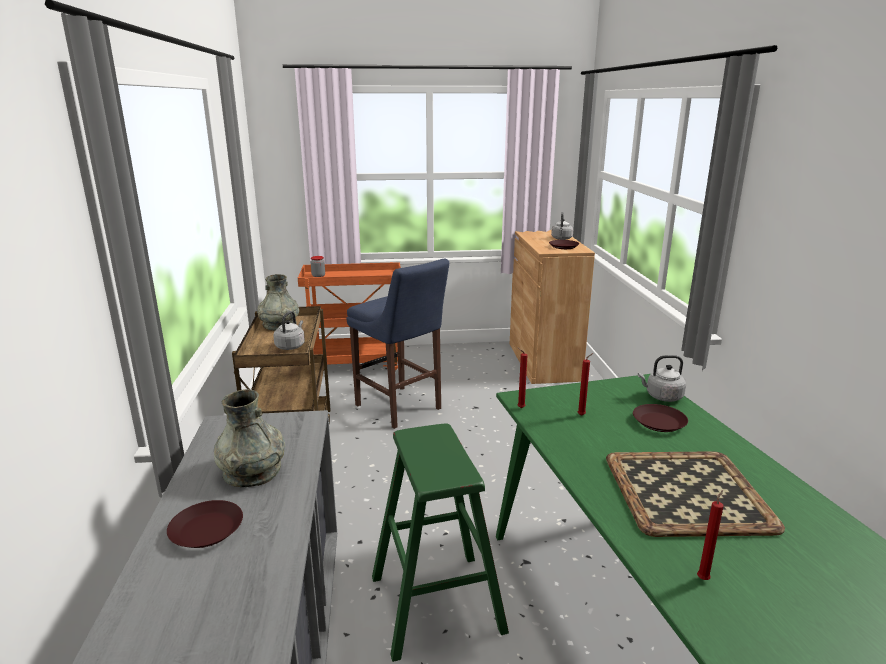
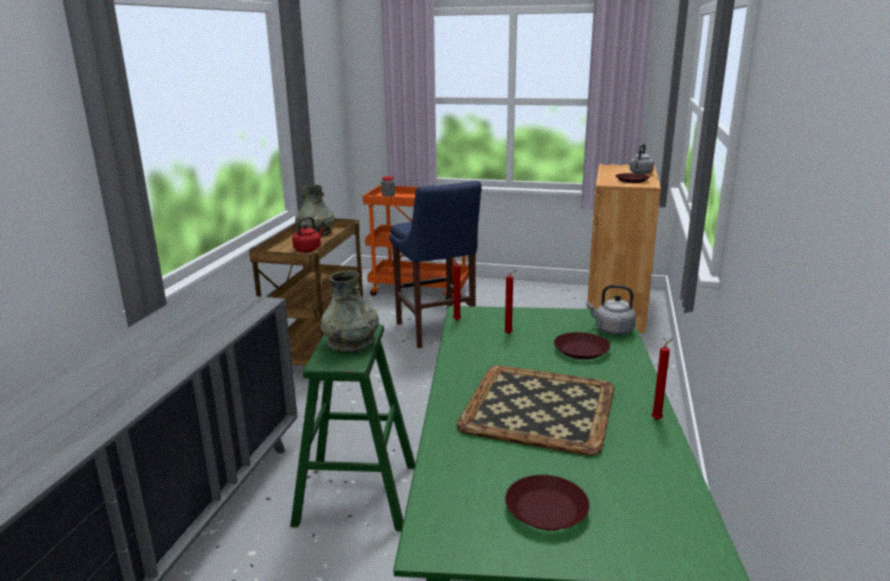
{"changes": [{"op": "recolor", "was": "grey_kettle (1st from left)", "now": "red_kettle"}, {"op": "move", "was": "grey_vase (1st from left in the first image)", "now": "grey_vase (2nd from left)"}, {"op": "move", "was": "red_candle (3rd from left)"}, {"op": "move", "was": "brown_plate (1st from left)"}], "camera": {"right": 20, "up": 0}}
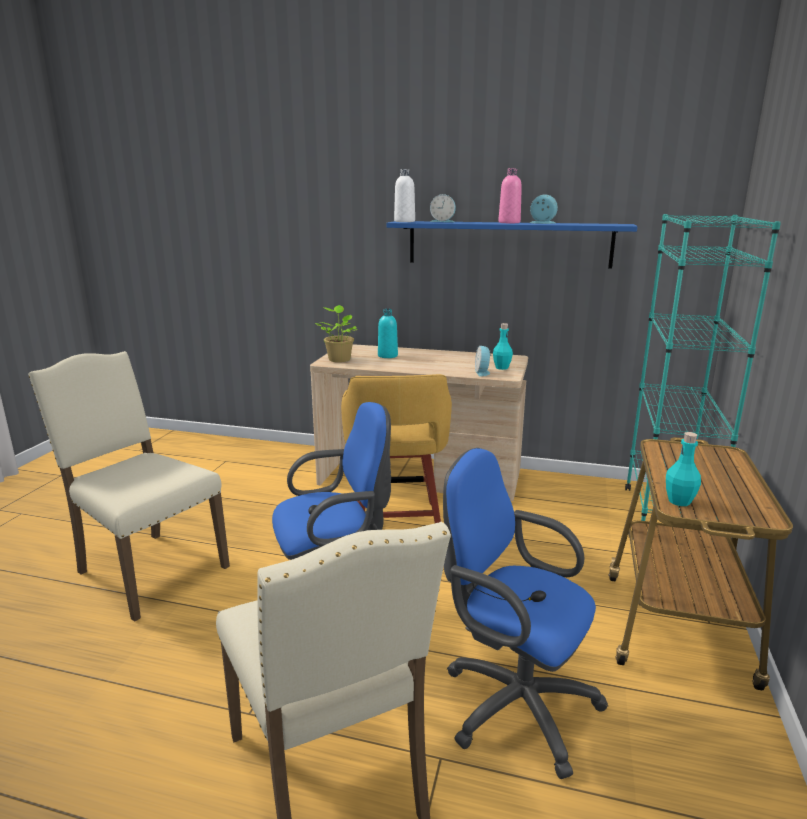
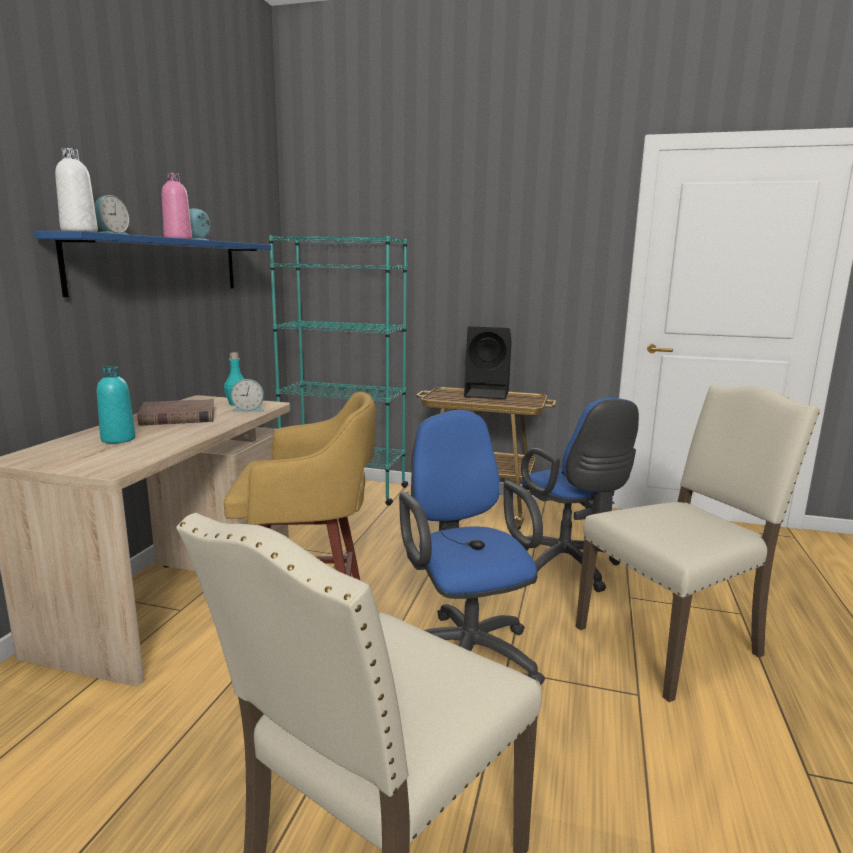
{"changes": [{"op": "delete", "was": "potted_plant"}, {"op": "delete", "was": "turquoise_bottle (3rd from left)"}, {"op": "rotate", "was": "blue_office_chair (2nd from left)", "clockwise": -60}, {"op": "insert", "now": "black_speaker"}, {"op": "insert", "now": "brown_book"}], "camera": {"right": -90, "up": -5}}
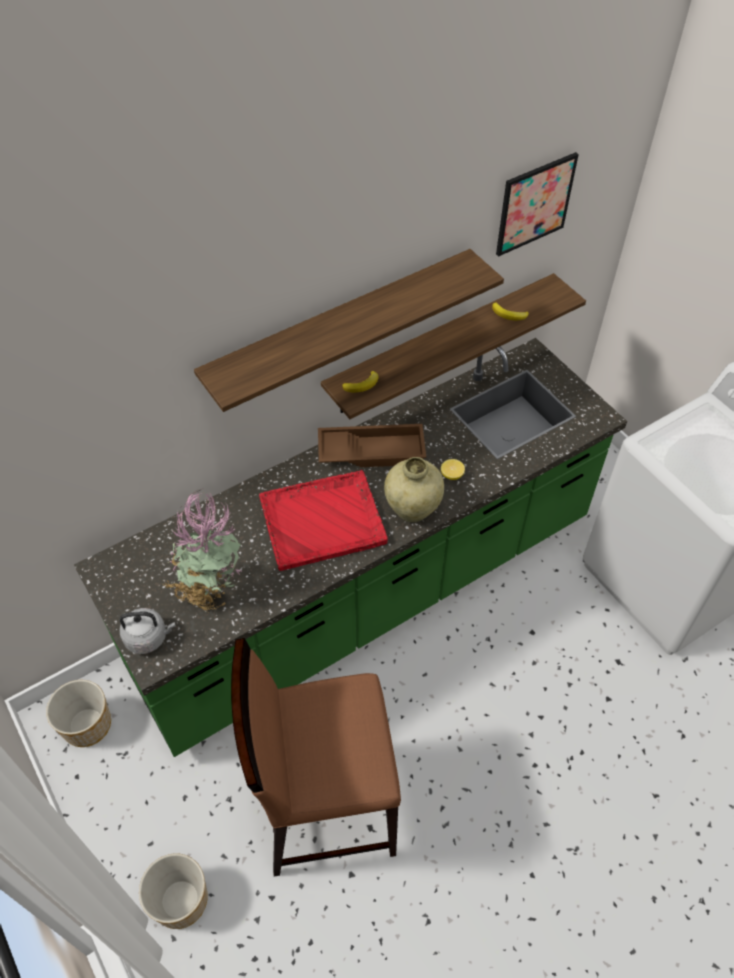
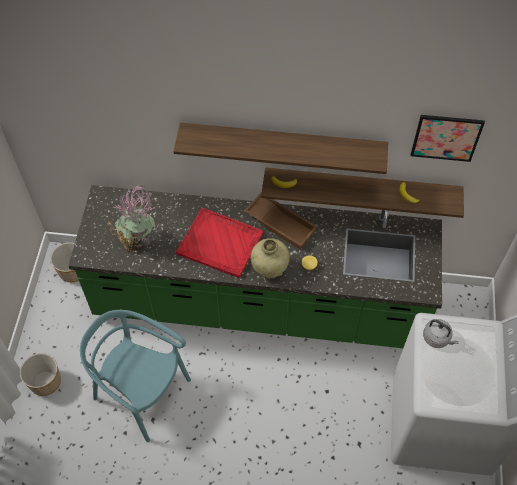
{"changes": [{"op": "move", "was": "grey_kettle"}, {"op": "replace", "was": "brown_stool", "now": "turquoise_chair"}], "camera": {"right": 40, "up": 5}}
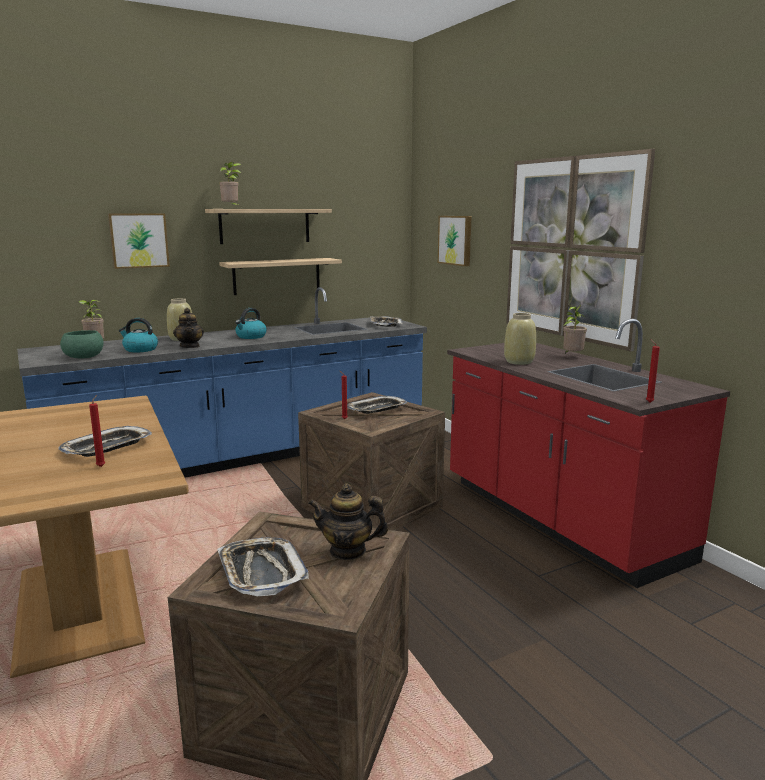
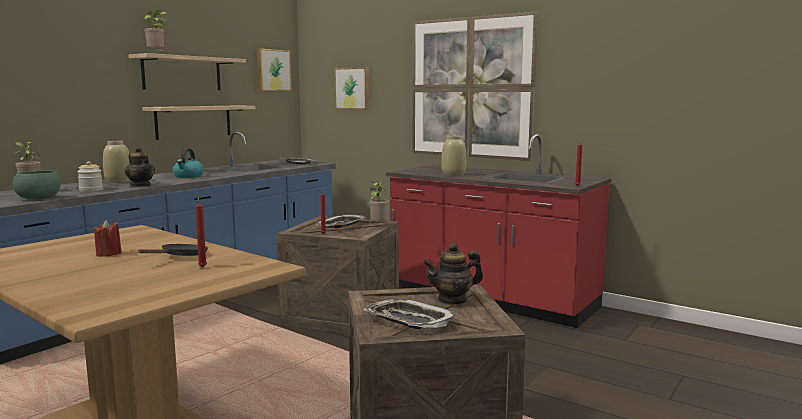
{"changes": [{"op": "move", "was": "picture (1st from left)"}, {"op": "move", "was": "potted_plant (3rd from left)"}, {"op": "replace", "was": "kettle (1st from left)", "now": "jar"}, {"op": "replace", "was": "tray (1st from left)", "now": "black_frying_pan"}, {"op": "insert", "now": "red_candle (1st from left)"}], "camera": {"right": -25, "up": -5}}
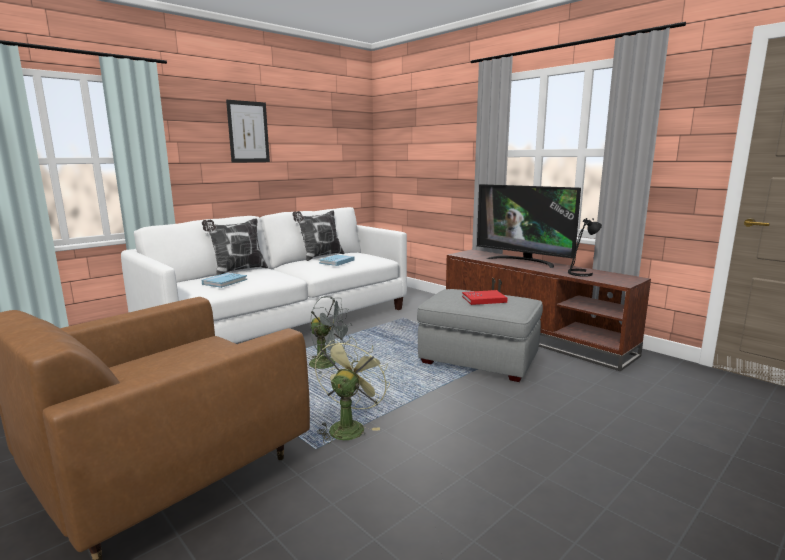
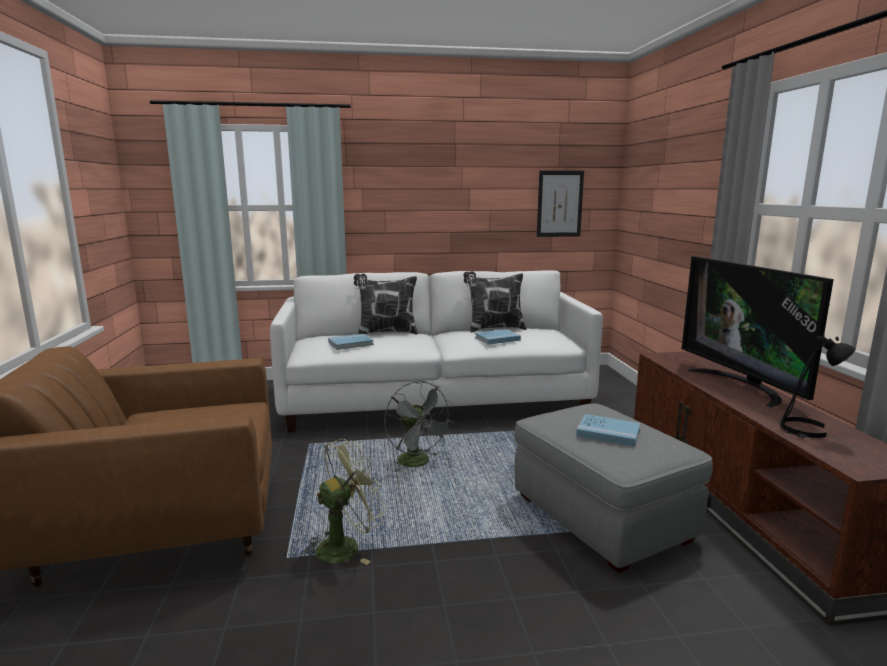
{"changes": [{"op": "move", "was": "picture"}, {"op": "recolor", "was": "red_book", "now": "blue_book (3rd from left)"}], "camera": {"right": 35, "up": 0}}
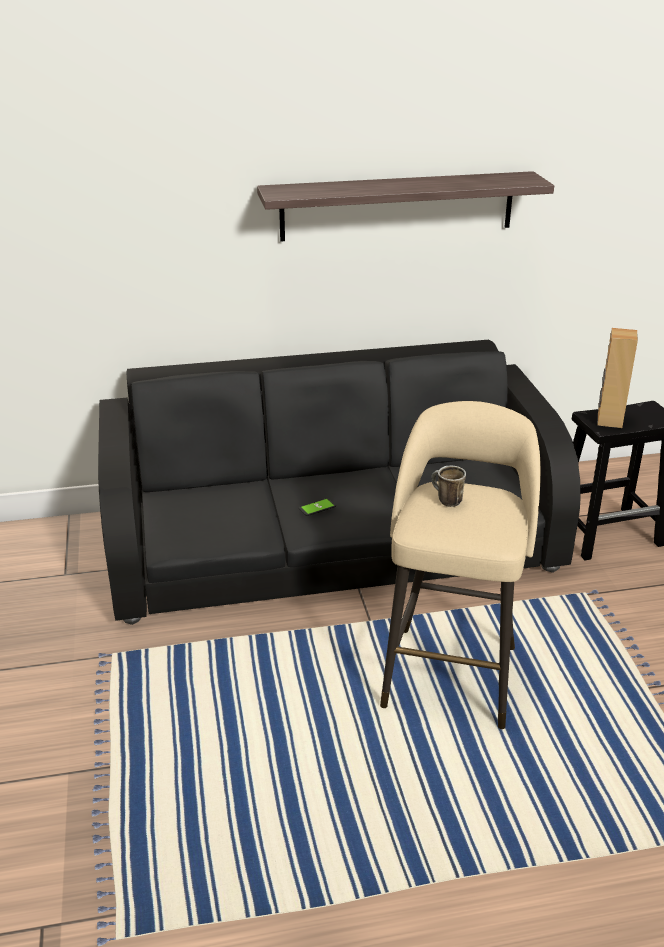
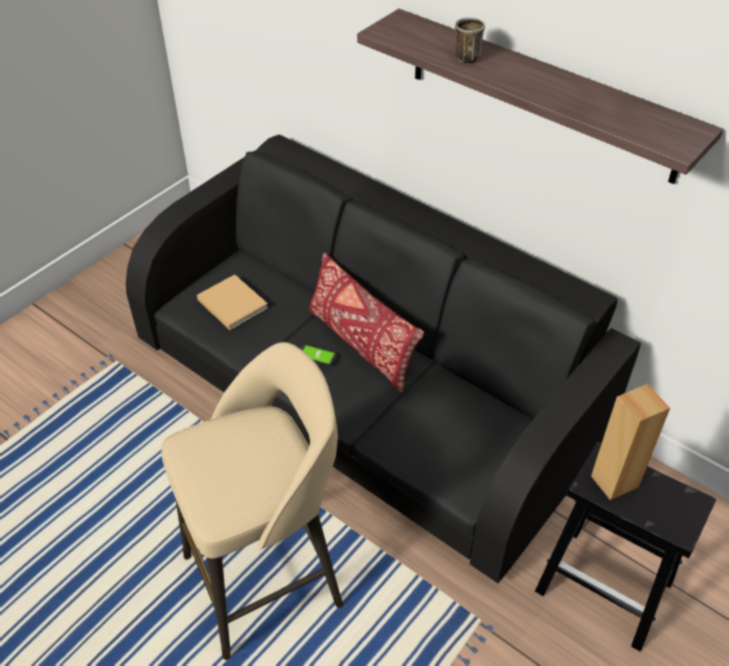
{"changes": [{"op": "move", "was": "mug"}, {"op": "insert", "now": "red_pillow"}, {"op": "insert", "now": "beige_book"}], "camera": {"right": 50, "up": 15}}
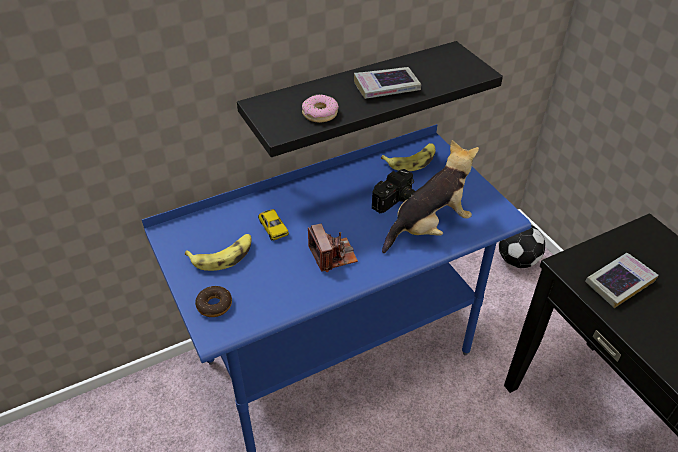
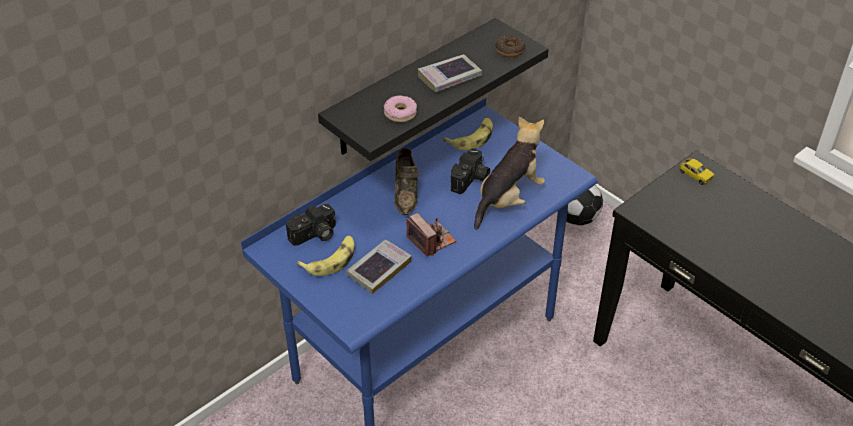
{"changes": [{"op": "move", "was": "toy_car"}, {"op": "move", "was": "book (2nd from left in the first image)", "now": "book (1st from left)"}, {"op": "move", "was": "donut (1st from left in the first image)", "now": "donut (2nd from left)"}, {"op": "insert", "now": "brown_shoe"}, {"op": "insert", "now": "photo_camera (1st from left)"}], "camera": {"right": -15, "up": 0}}
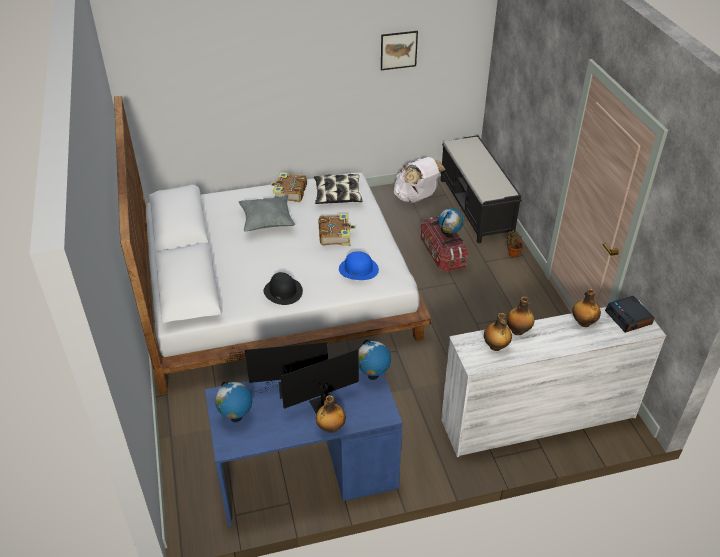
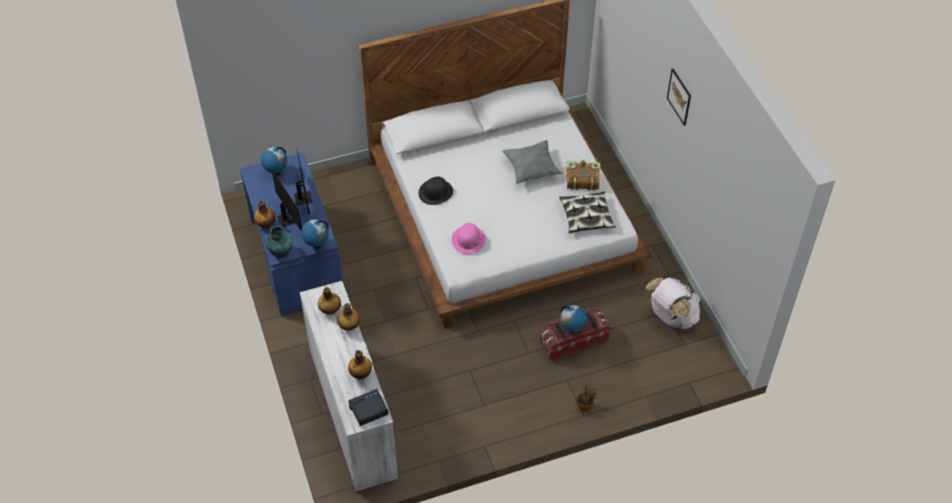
{"changes": [{"op": "move", "was": "picture"}, {"op": "delete", "was": "black_bench"}, {"op": "delete", "was": "book (2nd from left)"}, {"op": "recolor", "was": "blue_hat", "now": "pink_hat"}, {"op": "insert", "now": "vase"}], "camera": {"right": 85, "up": 10}}
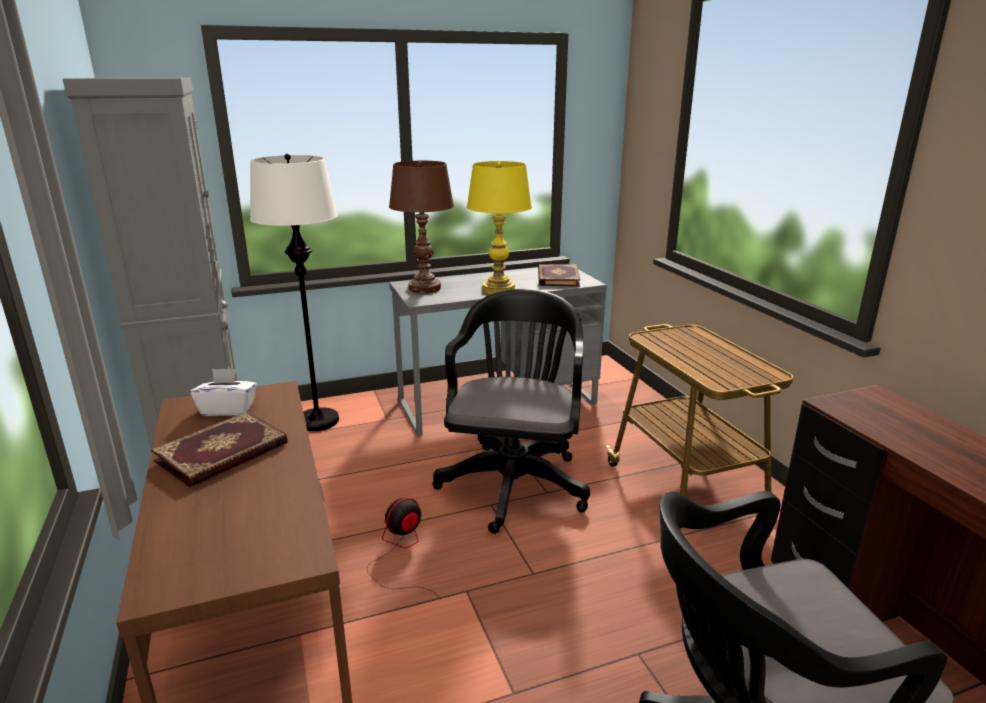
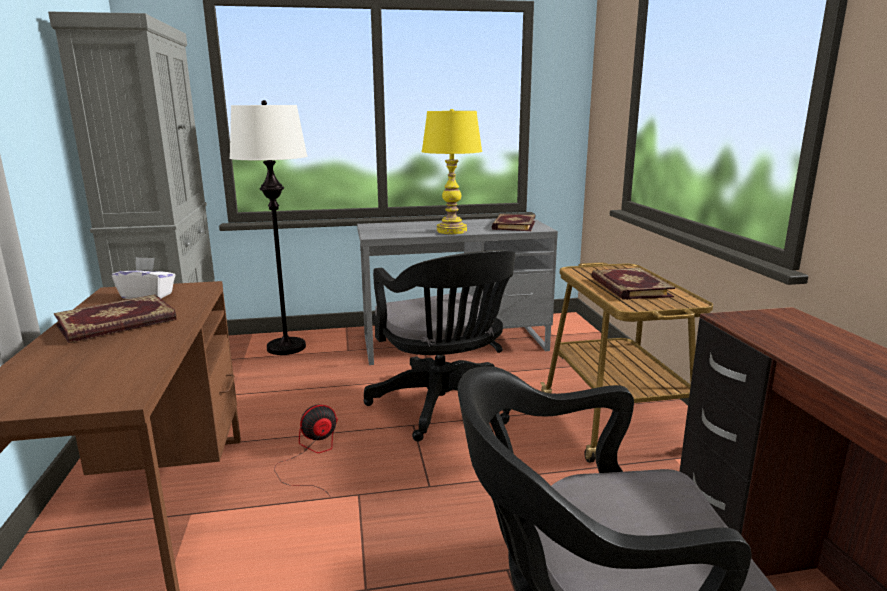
{"changes": [{"op": "delete", "was": "brown_table_lamp"}, {"op": "rotate", "was": "black_office_chair (1st from left)", "clockwise": 135}, {"op": "insert", "now": "book (3rd from left)"}], "camera": {"right": 10, "up": -5}}
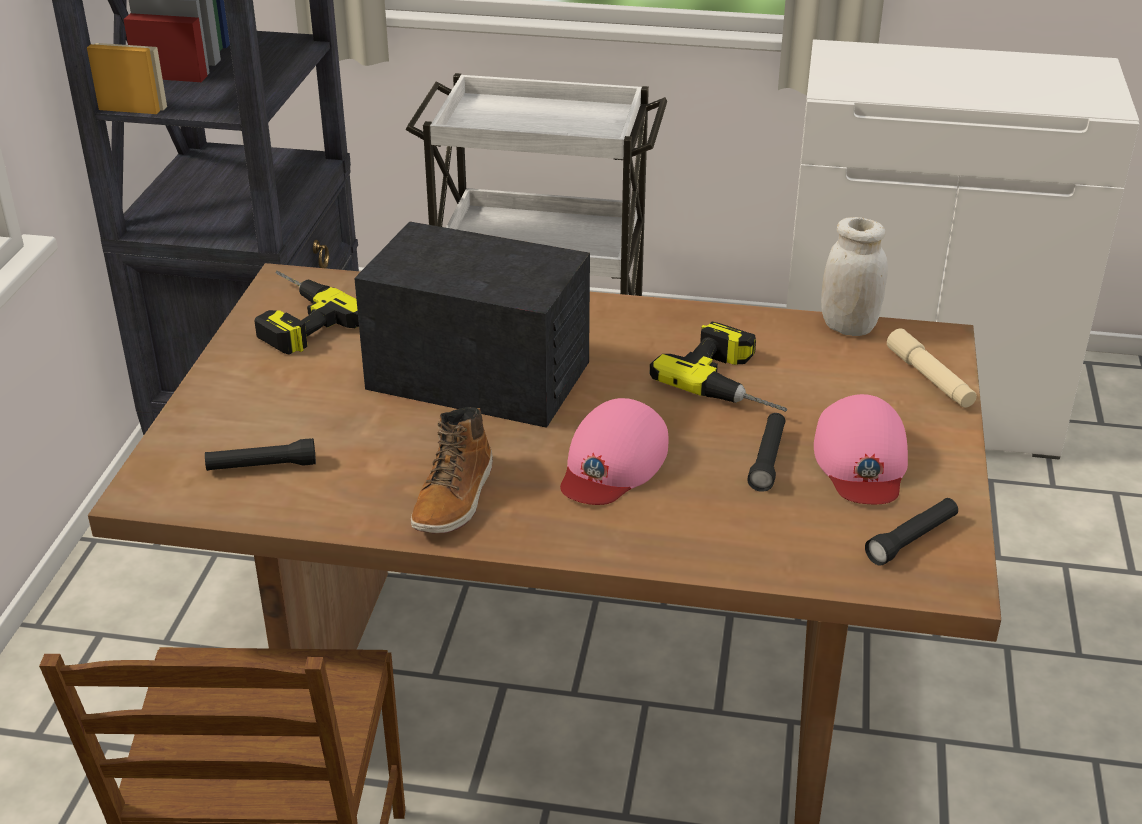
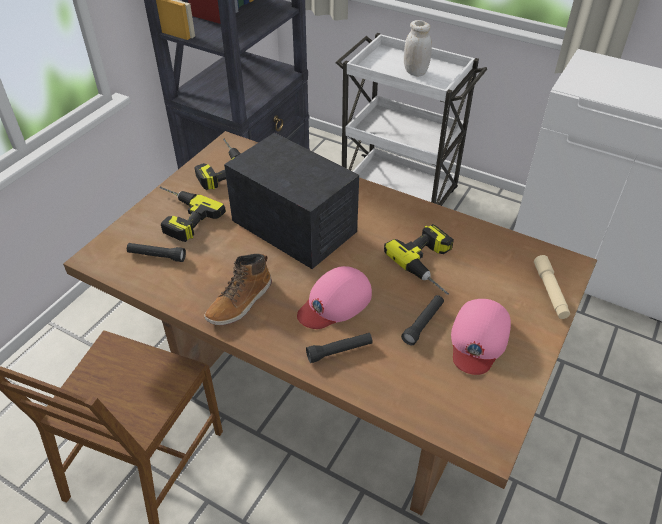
{"changes": [{"op": "move", "was": "white_jar"}, {"op": "move", "was": "black_flashlight (3rd from left in the first image)", "now": "black_flashlight (2nd from left)"}, {"op": "insert", "now": "power_drill (1st from left)"}], "camera": {"right": 20, "up": 10}}
